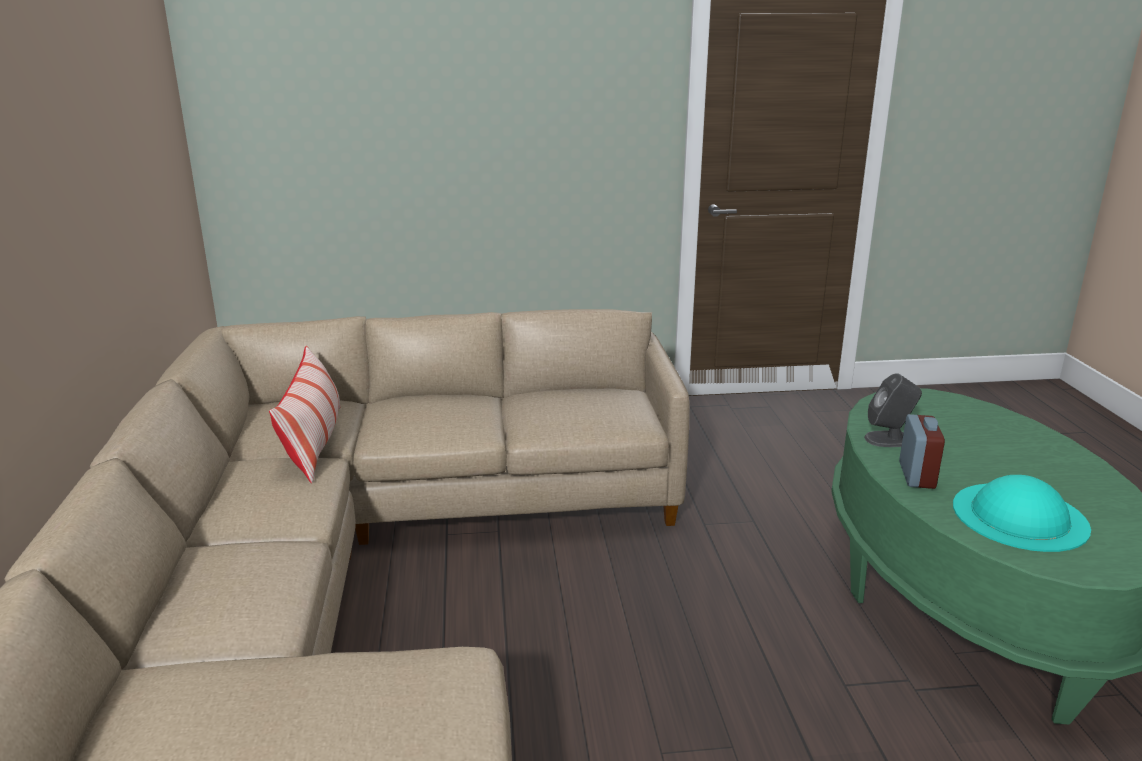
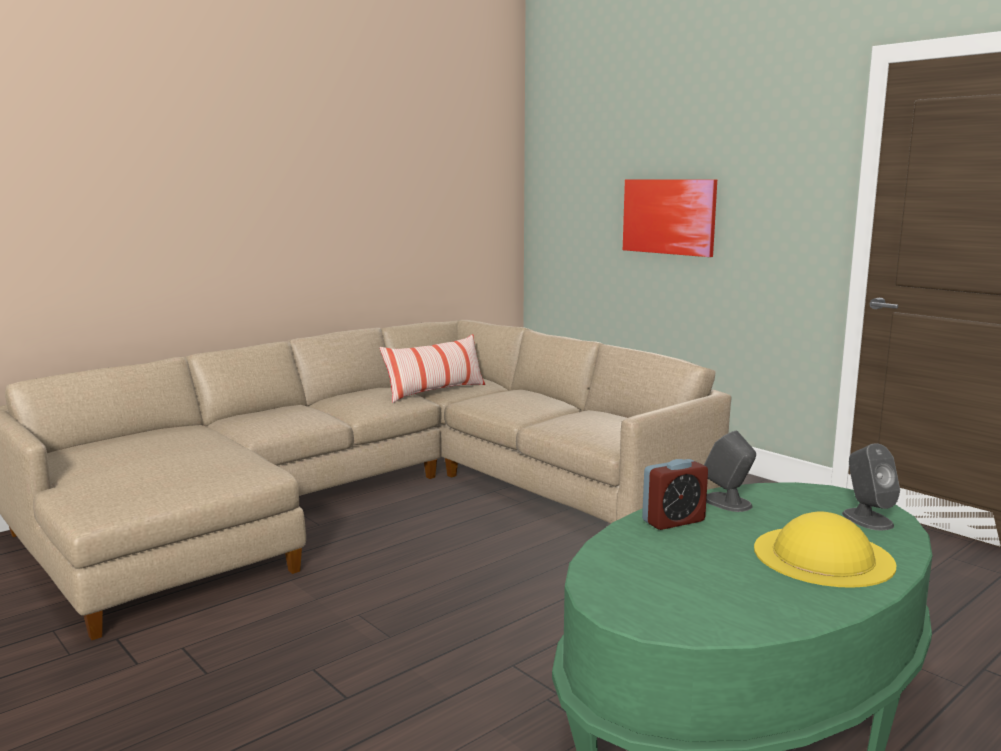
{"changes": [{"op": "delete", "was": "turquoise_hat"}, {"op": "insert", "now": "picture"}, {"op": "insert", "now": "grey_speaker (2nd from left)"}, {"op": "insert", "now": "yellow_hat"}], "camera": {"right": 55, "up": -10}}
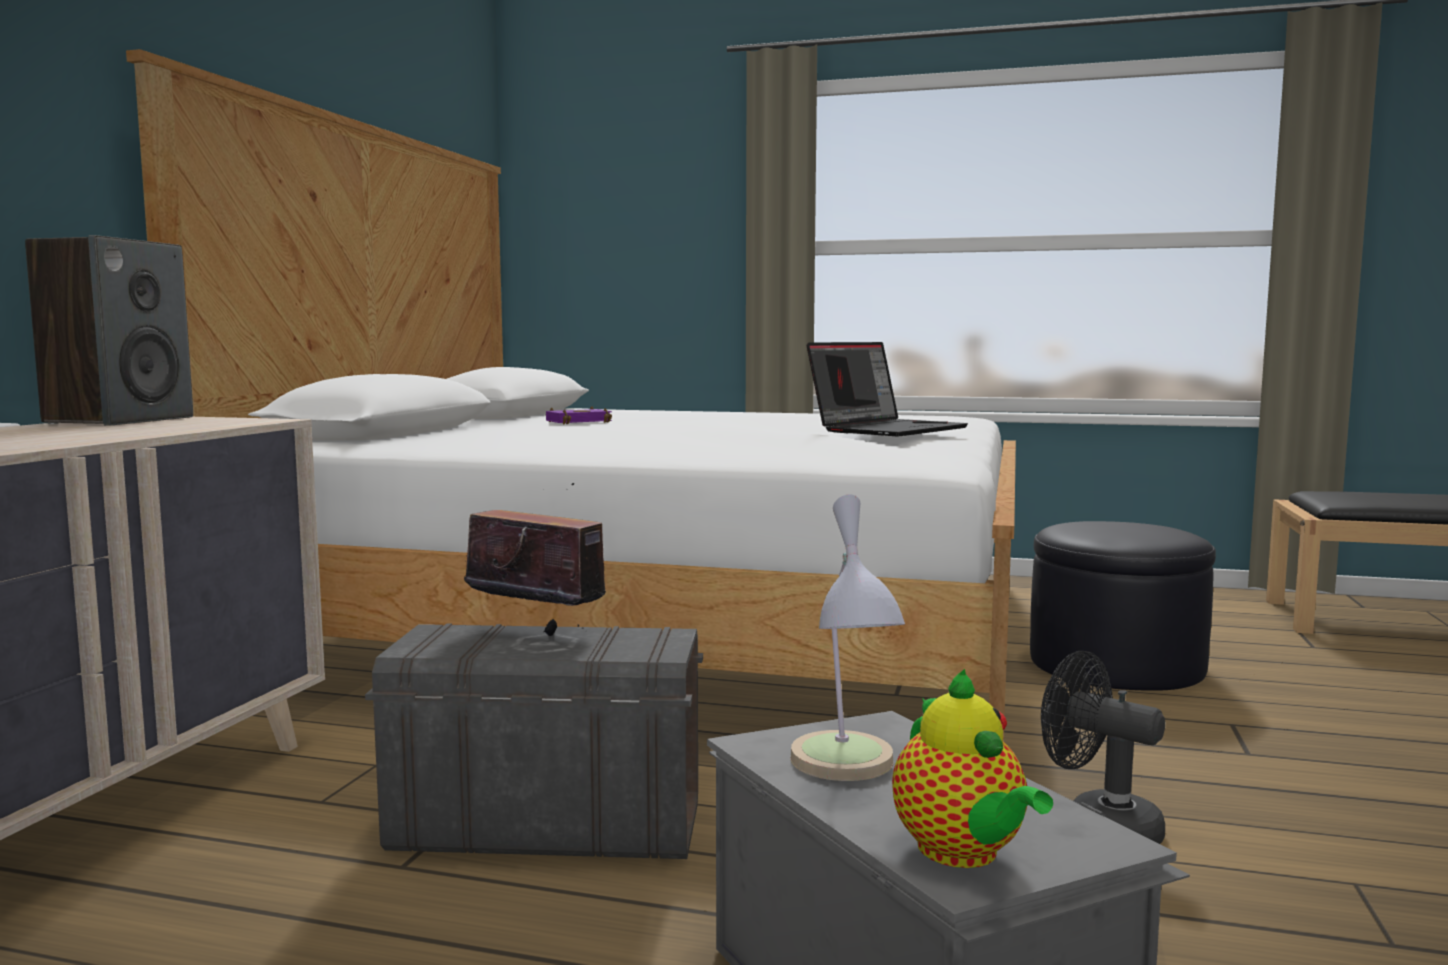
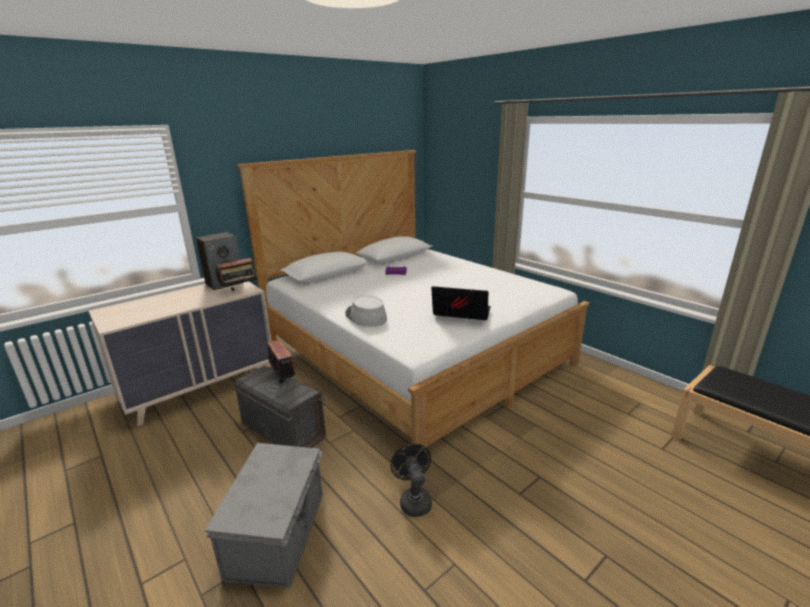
{"changes": [{"op": "rotate", "was": "laptop", "clockwise": -150}, {"op": "delete", "was": "table_lamp"}, {"op": "delete", "was": "black_ottoman"}, {"op": "delete", "was": "teapot"}, {"op": "insert", "now": "radio (1st from left)"}, {"op": "insert", "now": "grey_hat"}], "camera": {"right": 35, "up": 15}}
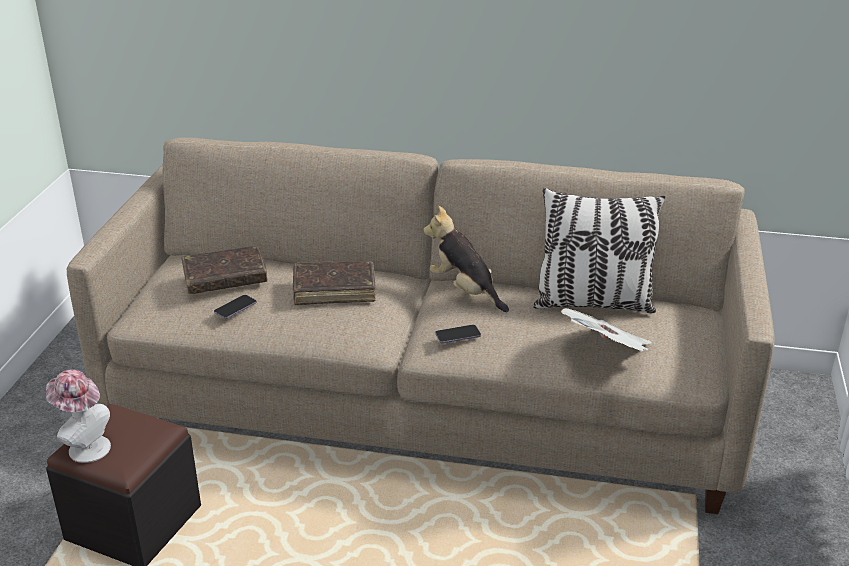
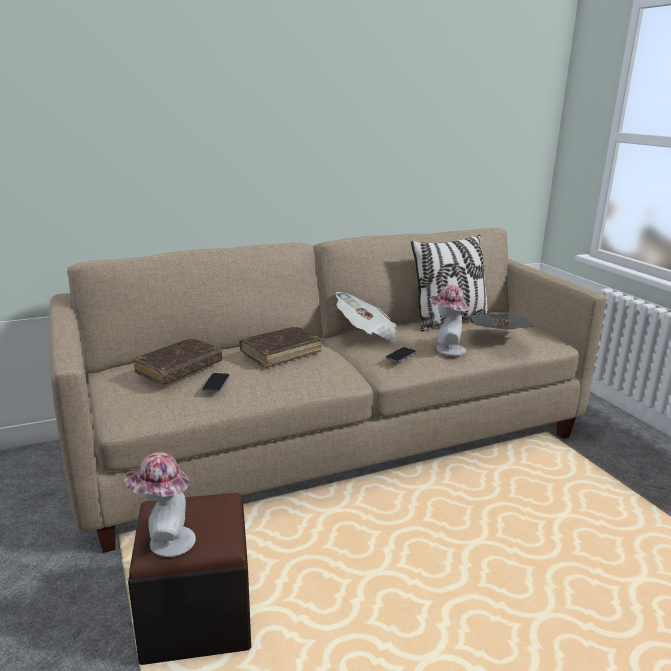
{"changes": [{"op": "replace", "was": "plush_toy", "now": "newspaper (1st from left)"}, {"op": "insert", "now": "hat (2nd from left)"}], "camera": {"right": -35, "up": -10}}
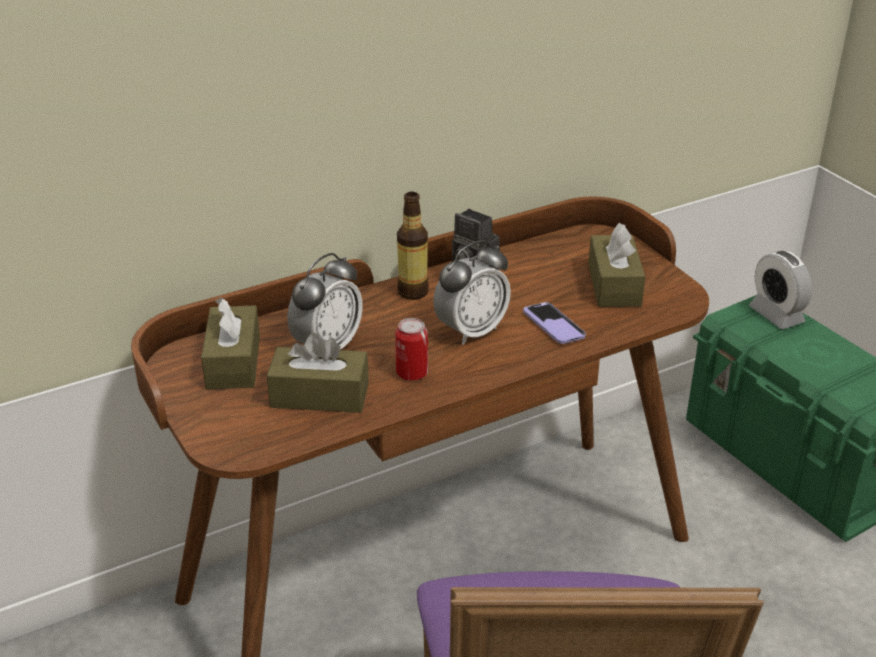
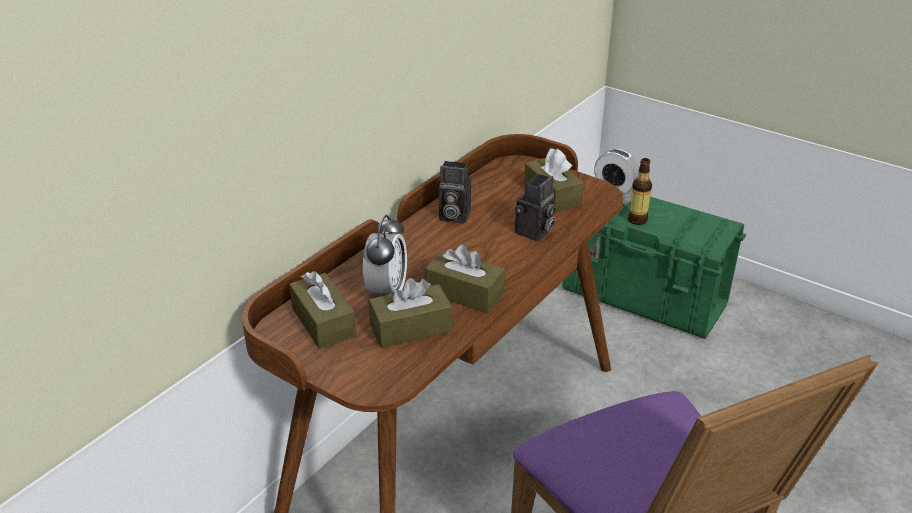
{"changes": [{"op": "move", "was": "bottle"}, {"op": "delete", "was": "alarm_clock (2nd from left)"}, {"op": "replace", "was": "phone", "now": "photo_camera (2nd from left)"}, {"op": "replace", "was": "can", "now": "brown_tissue_box (3rd from left)"}], "camera": {"right": -25, "up": 0}}
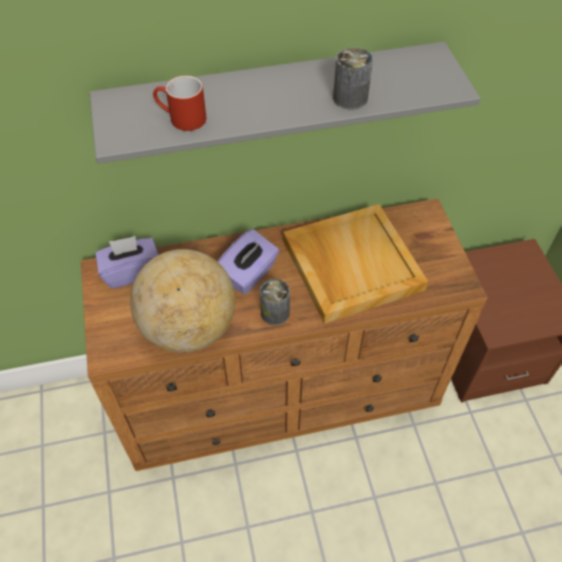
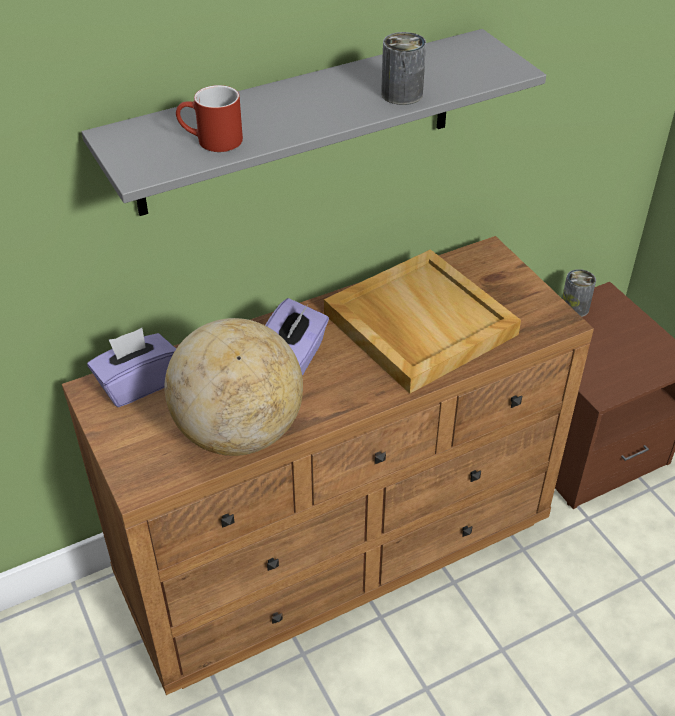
{"changes": [{"op": "move", "was": "can (1st from left in the first image)", "now": "can (2nd from left)"}], "camera": {"right": -15, "up": -10}}
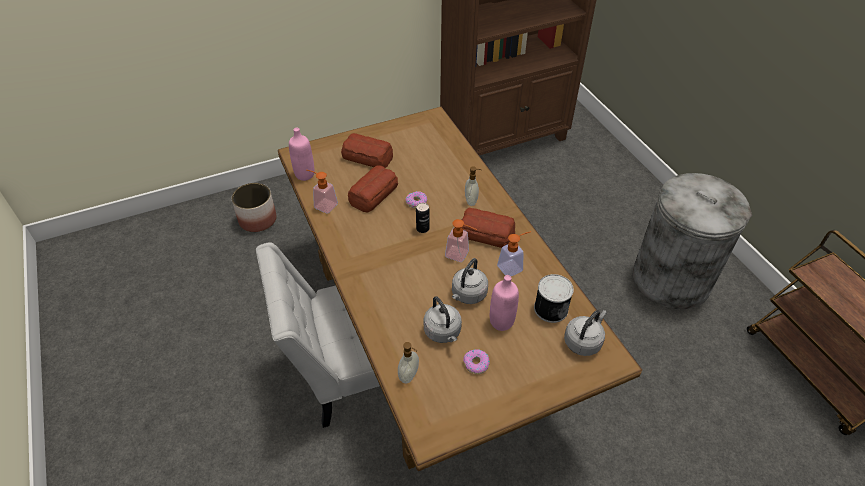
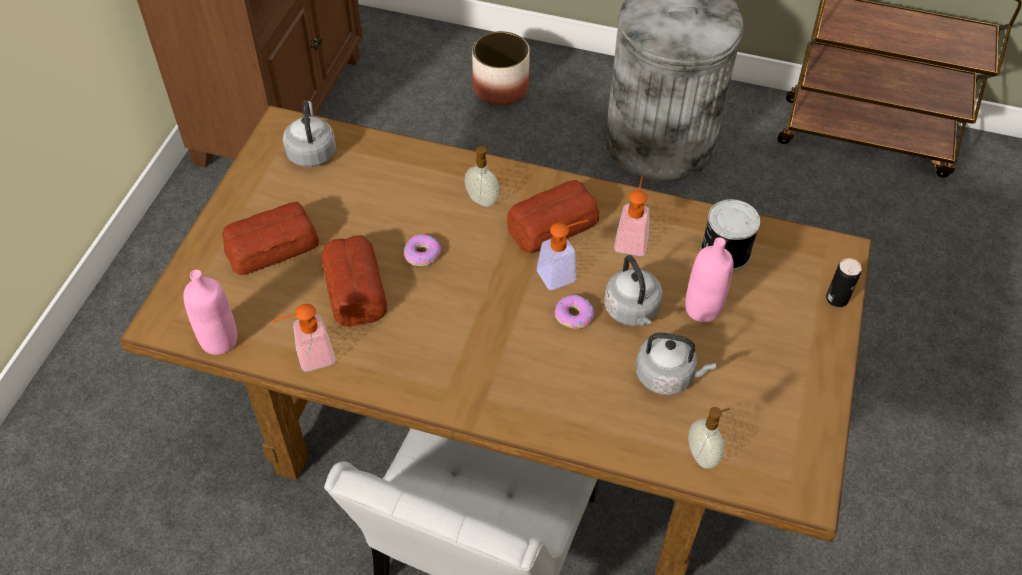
{"changes": [{"op": "move", "was": "planter"}, {"op": "move", "was": "can (1st from left in the first image)", "now": "can (2nd from left)"}, {"op": "move", "was": "grey_kettle (3rd from left in the first image)", "now": "grey_kettle (1st from left)"}, {"op": "move", "was": "donut (2nd from left)"}], "camera": {"right": -50, "up": 5}}
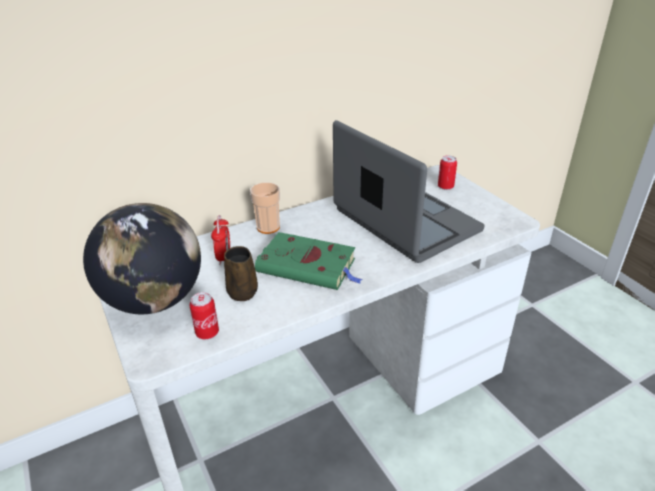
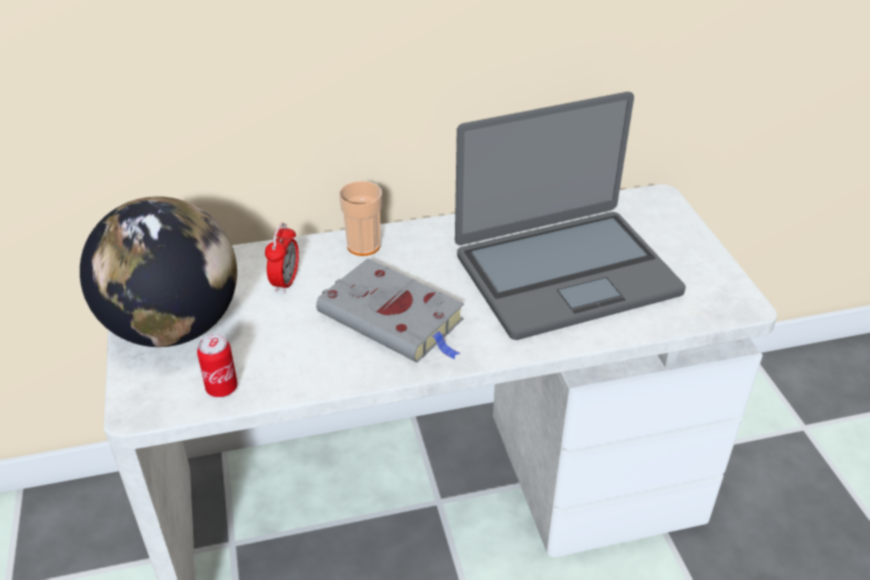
{"changes": [{"op": "rotate", "was": "laptop", "clockwise": 90}, {"op": "delete", "was": "can (2nd from left)"}, {"op": "recolor", "was": "green_book", "now": "grey_book"}, {"op": "delete", "was": "brown_mug"}], "camera": {"right": 15, "up": 5}}
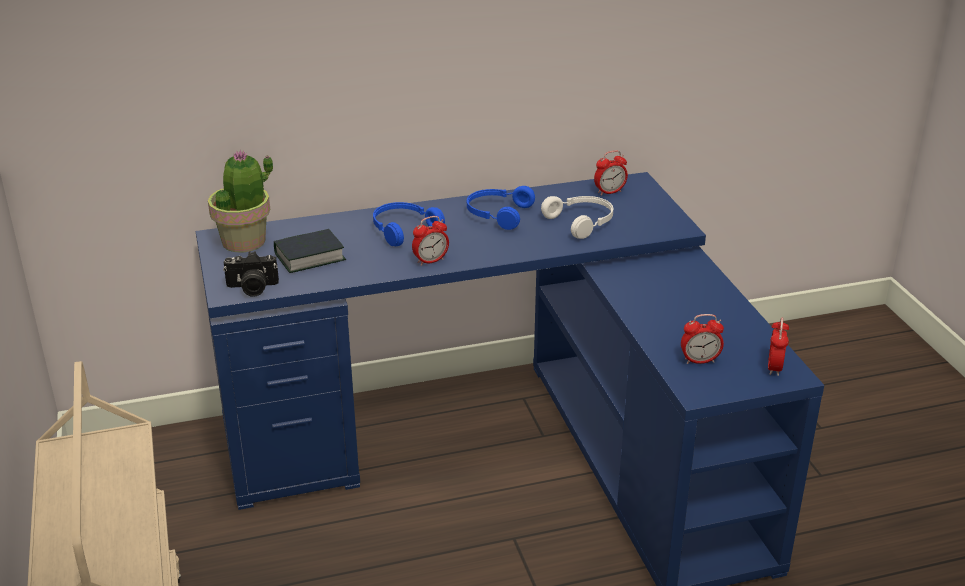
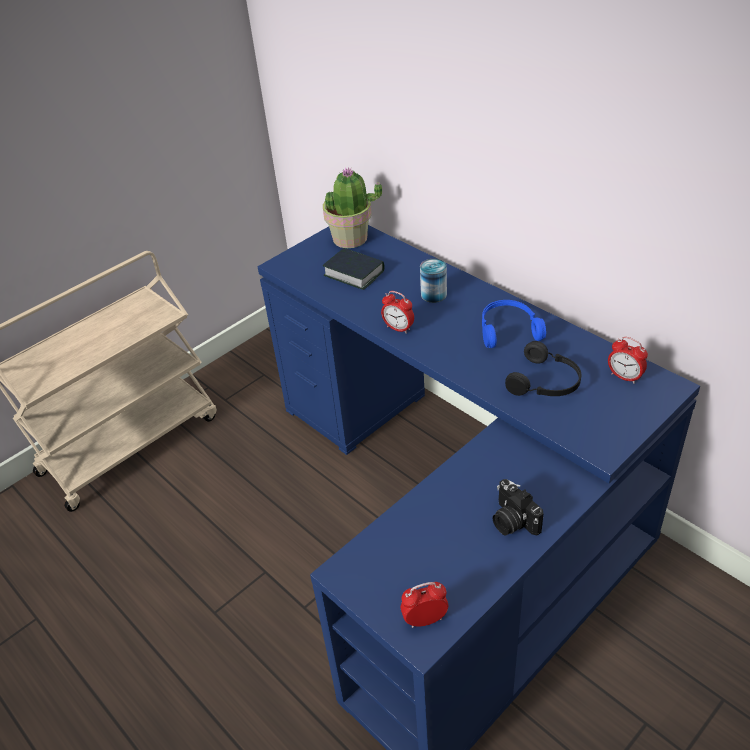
{"changes": [{"op": "recolor", "was": "white_headphones", "now": "black_headphones"}, {"op": "replace", "was": "blue_headphones (1st from left)", "now": "can"}, {"op": "move", "was": "photo_camera"}, {"op": "delete", "was": "alarm_clock (3rd from left)"}], "camera": {"right": 65, "up": 10}}
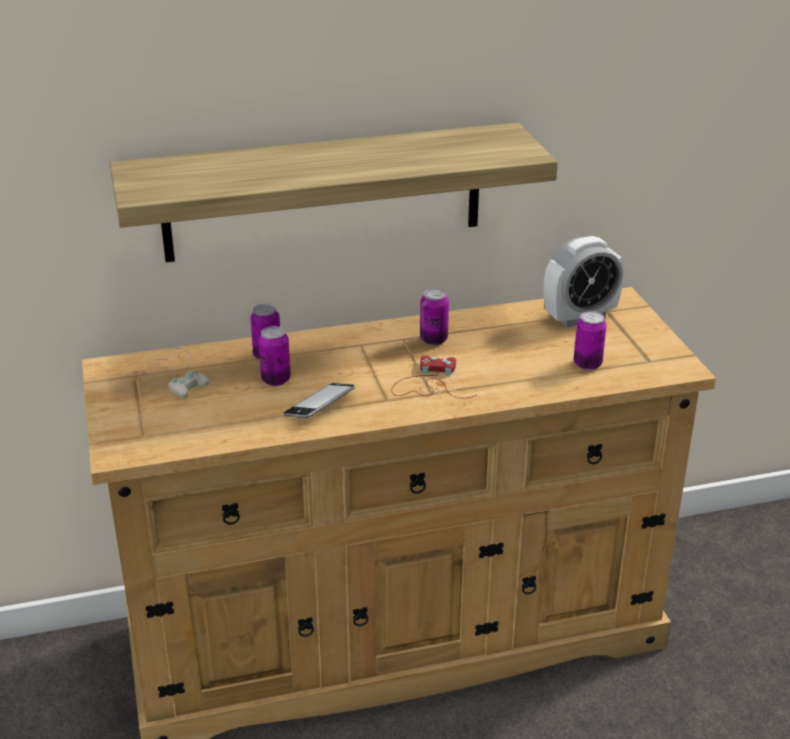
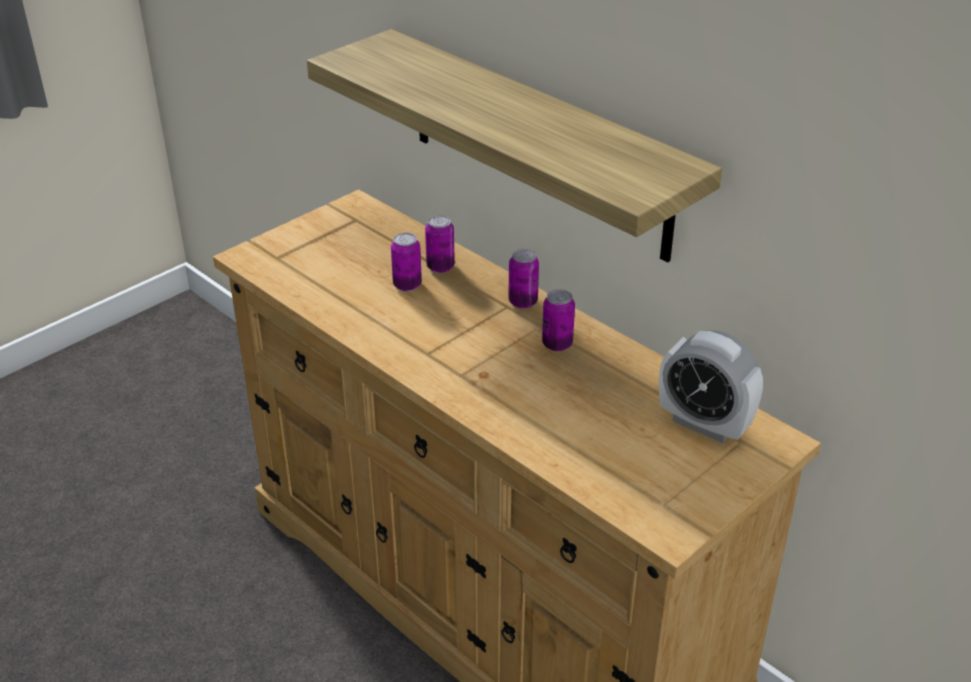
{"changes": [{"op": "move", "was": "can (4th from left in the first image)", "now": "can (3rd from left)"}, {"op": "delete", "was": "white_game_controller"}, {"op": "delete", "was": "red_game_controller"}, {"op": "delete", "was": "phone"}], "camera": {"right": 60, "up": 5}}
